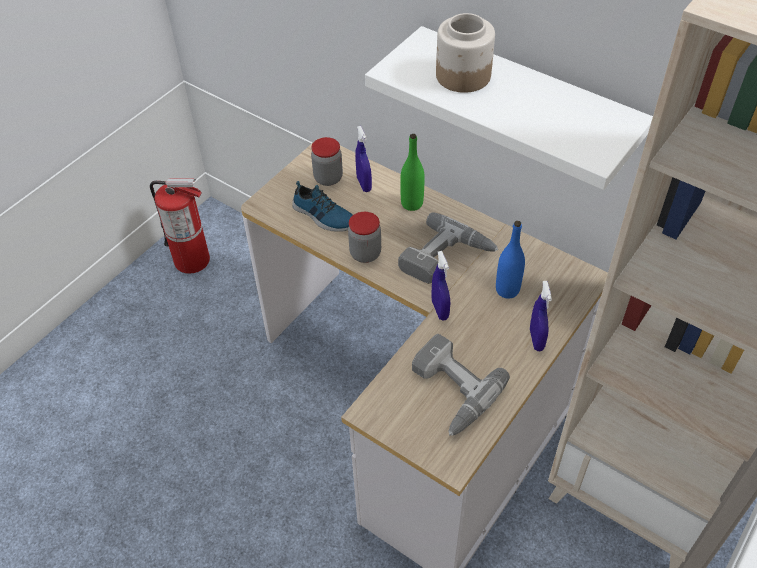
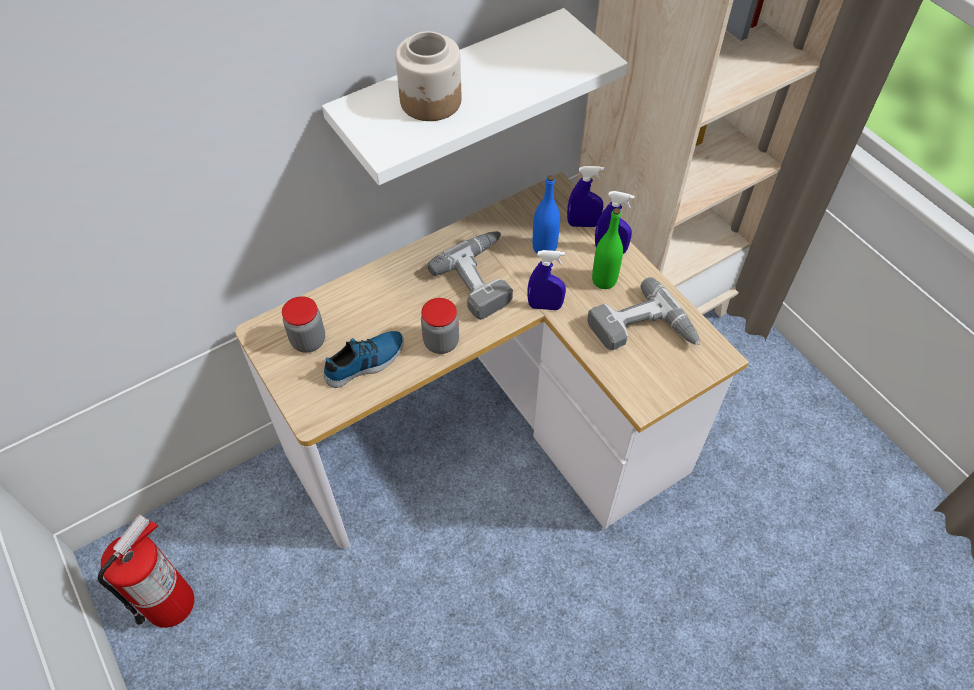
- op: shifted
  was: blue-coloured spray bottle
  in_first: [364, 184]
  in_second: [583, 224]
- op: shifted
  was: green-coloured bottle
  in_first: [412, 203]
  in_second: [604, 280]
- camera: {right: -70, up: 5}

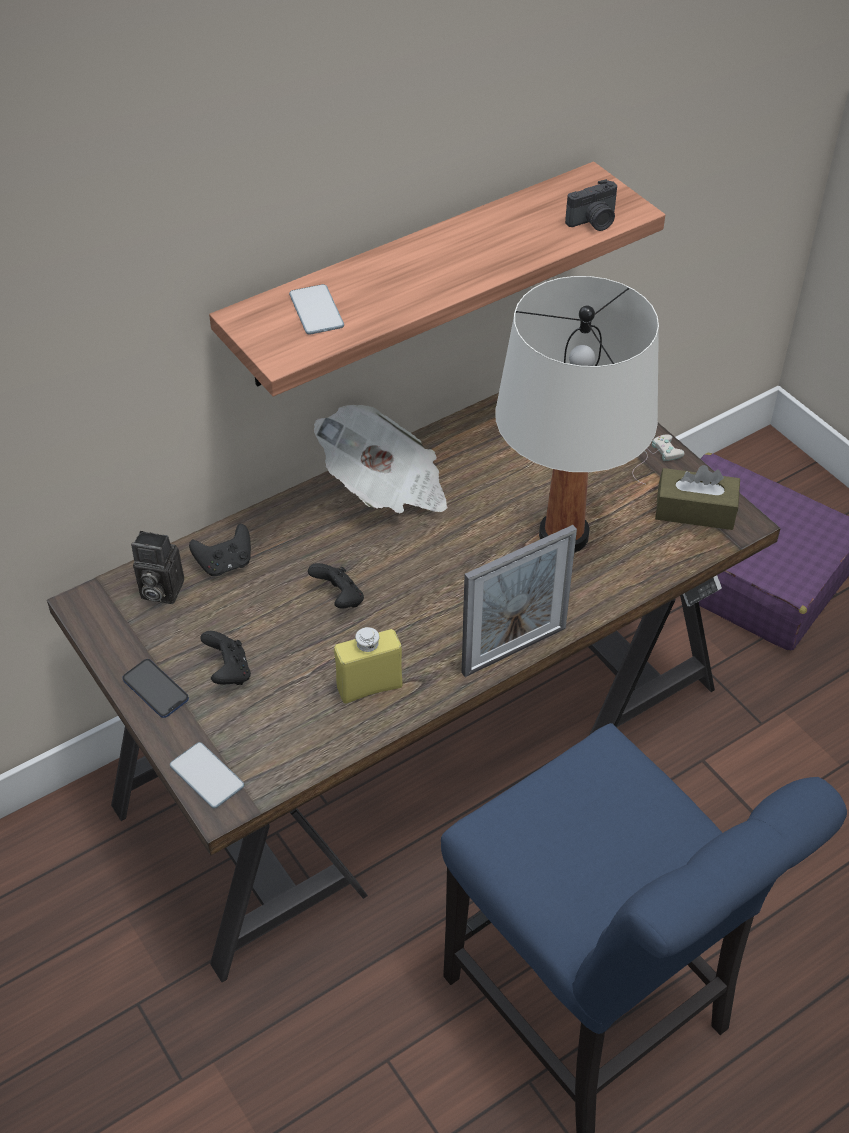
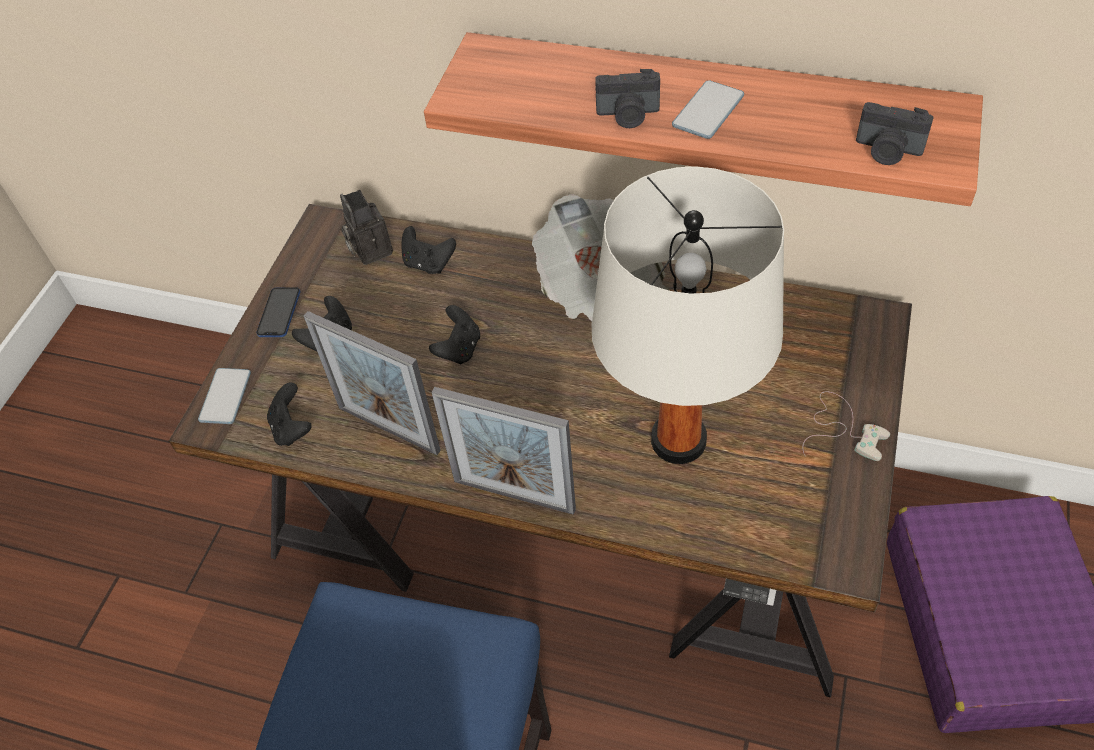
- op: shifted
  was: handset
  in_first: [316, 311]
  in_second: [708, 111]
- op: swapped
  was: yellow bottle
  now: standing frame
  in_first: [369, 687]
  in_second: [389, 429]
- op: gone
  was: brown box of tissues
  in_first: [695, 510]
- op: new
  now: blackish game controller
  in_second: [292, 428]
- op: new
  now: still camera
  in_second: [628, 115]
- camera: {right: 55, up: 5}

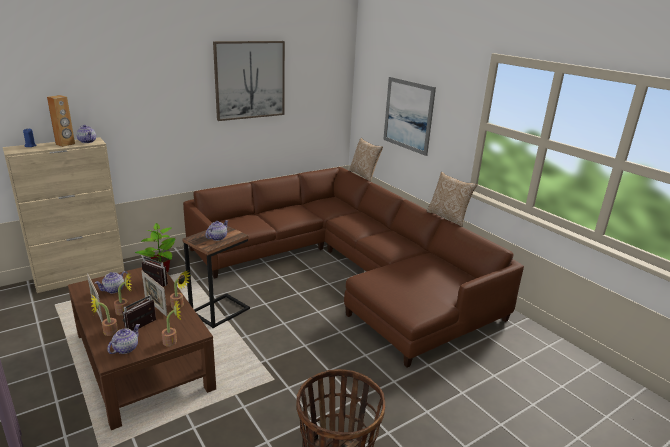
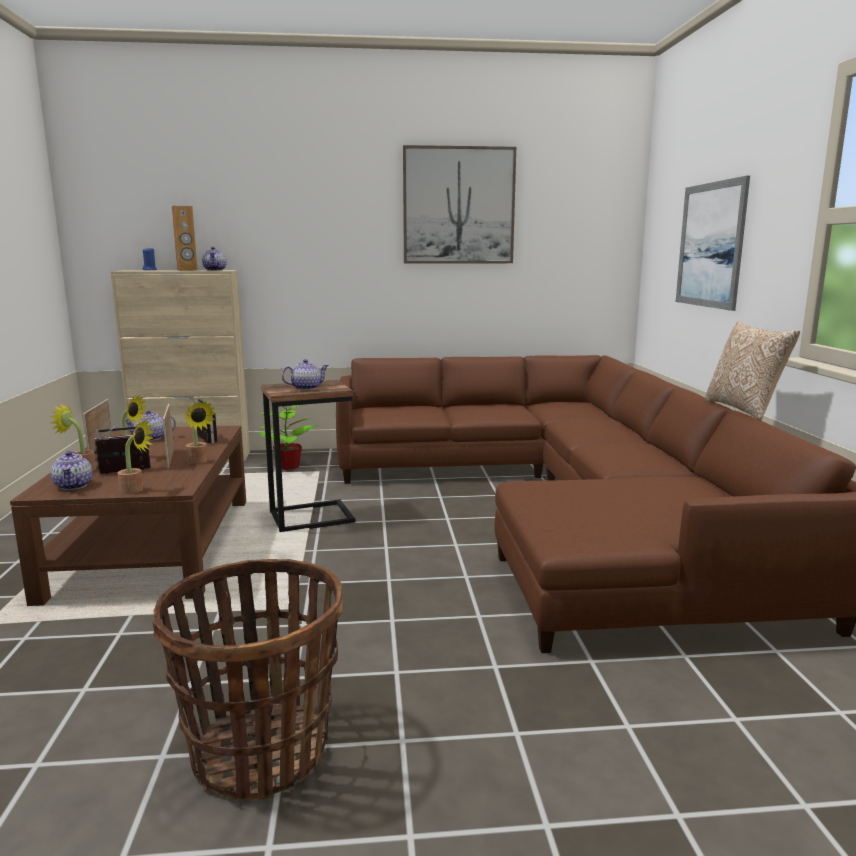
- op: rotated
  was: pot for tea
  in_first: [125, 348]
  in_second: [74, 486]
  clockwise: 105
- op: gone
  was: throw pillow
  in_first: [364, 175]
- camera: {right: 30, up: -10}

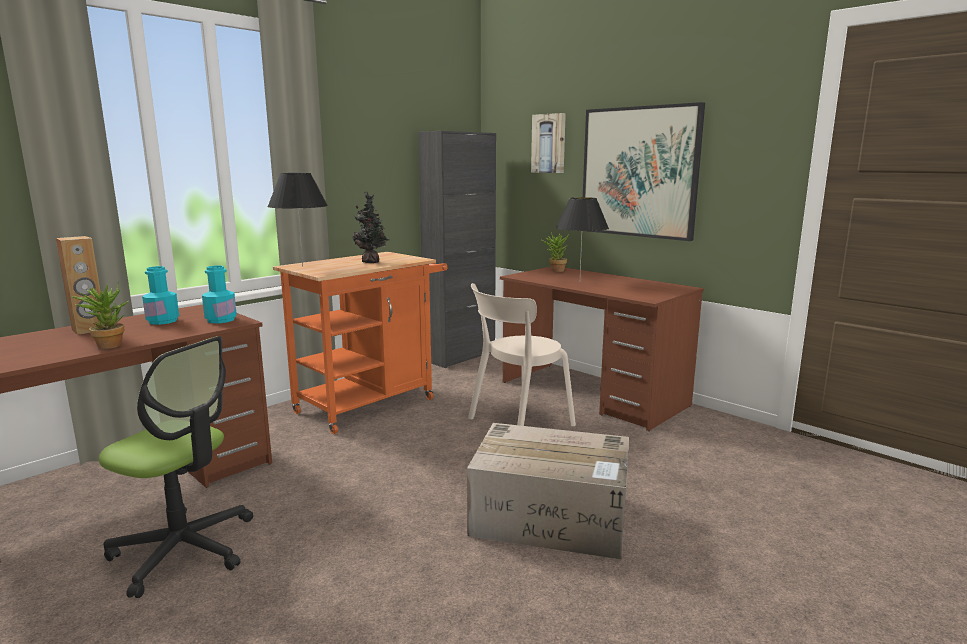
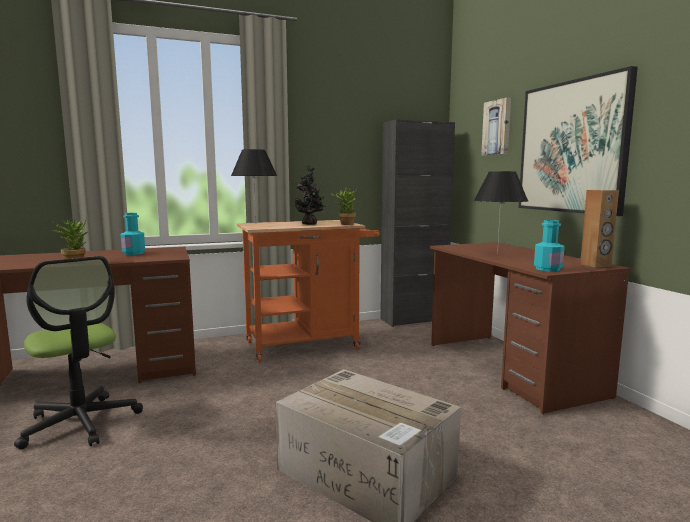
- op: shifted
  was: brown loudspeaker
  in_first: [89, 330]
  in_second: [596, 265]
- op: shifted
  was: blue-green bottle
  in_first: [221, 320]
  in_second: [547, 269]
- op: gone
  was: beige chair
  in_first: [517, 423]
- op: shifted
  was: plant in a pot
  in_first: [554, 270]
  in_second: [344, 224]
- camera: {right: 25, up: -5}

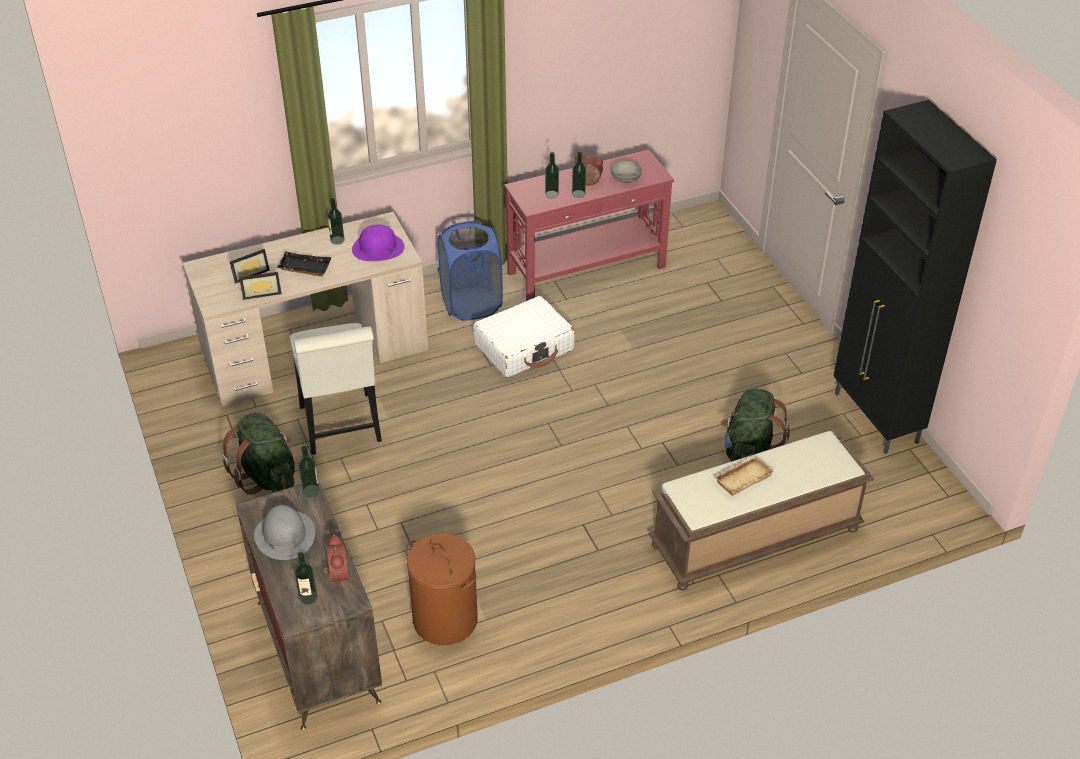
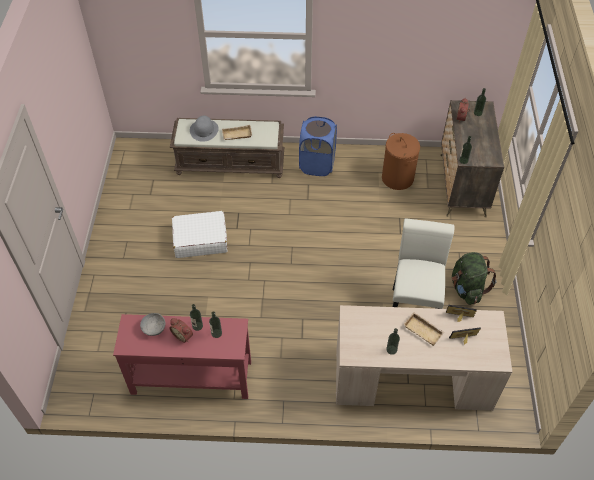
- op: shifted
  was: gray wearable hat
  in_first: [284, 535]
  in_second: [204, 130]
- op: repainted
  was: blackish serving tray
  now: beige serving tray
  in_first: [303, 268]
  in_second: [424, 330]
- op: gone
  was: purple wearable hat
  in_first: [378, 248]
- op: shifted
  was: blue-coloured washing basket
  in_first: [471, 304]
  in_second: [317, 164]
- op: shifted
  was: whitish travel case
  in_first: [524, 347]
  in_second: [200, 240]
- op: gone
  was: green-coloured backpack
  in_first: [749, 453]
- op: gone
  was: blackish storage cabinet
  in_first: [876, 419]
- camera: {right: -155, up: 10}

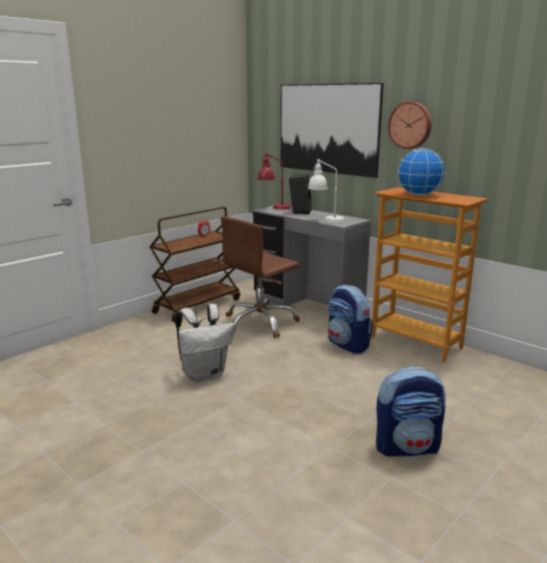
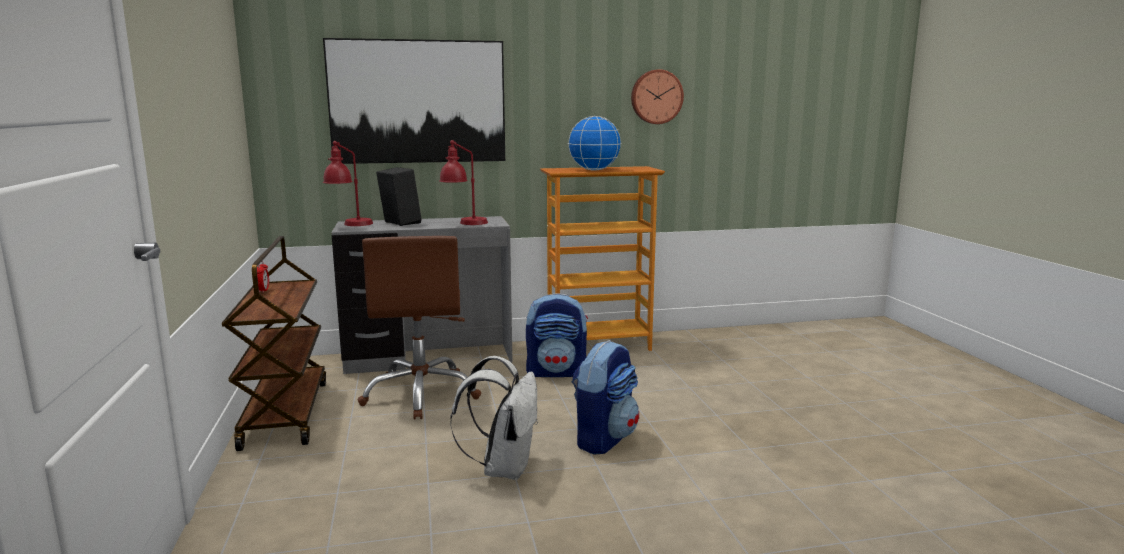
- op: repainted
  was: whitish lamp for a table
  now: reddish lamp for a table
  in_first: [325, 220]
  in_second: [464, 224]
- op: shifted
  was: backpack
  in_first: [407, 447]
  in_second: [603, 438]
- op: shifted
  was: wall clock
  in_first: [410, 125]
  in_second: [656, 97]
- camera: {right: -55, up: -5}

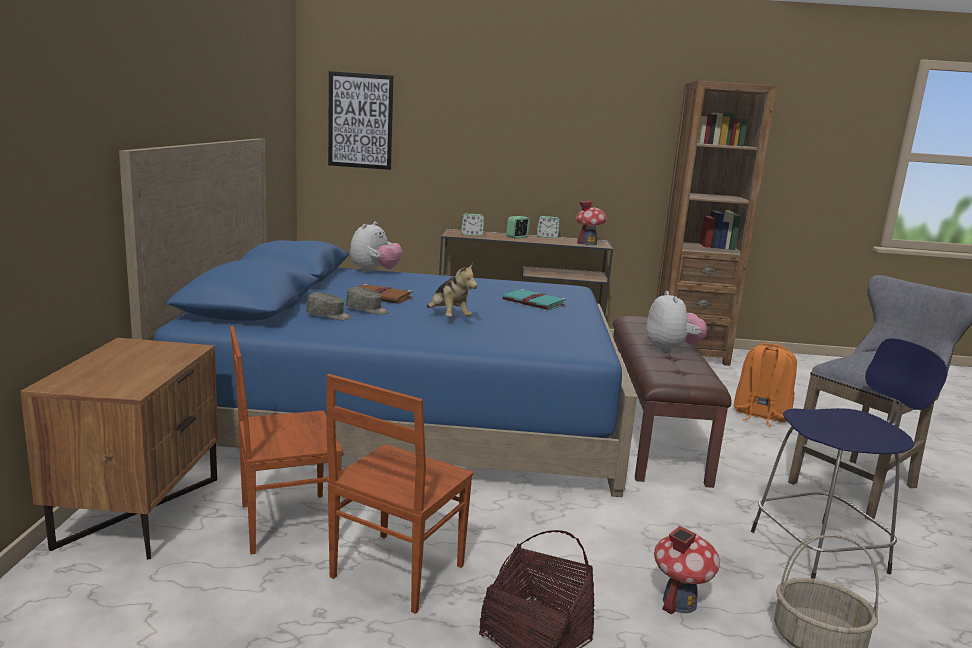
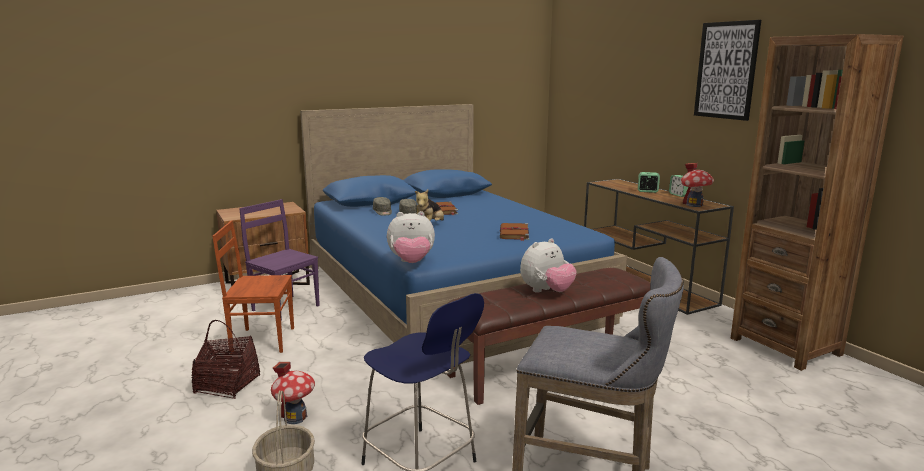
- op: repainted
  was: brown chair
  now: purple chair
  in_first: [286, 521]
  in_second: [286, 307]
- op: shifted
  was: wall art
  in_first: [360, 121]
  in_second: [726, 70]
- op: shifted
  was: soft toy
  in_first: [374, 272]
  in_second: [411, 262]
- op: gone
  was: table clock
  in_first: [471, 234]
- op: repainted
  was: blue-green volume
  now: brown volume
  in_first: [535, 302]
  in_second: [514, 233]
- op: gone
  was: orangey backpack
  in_first: [760, 415]
- camera: {right: 60, up: 0}

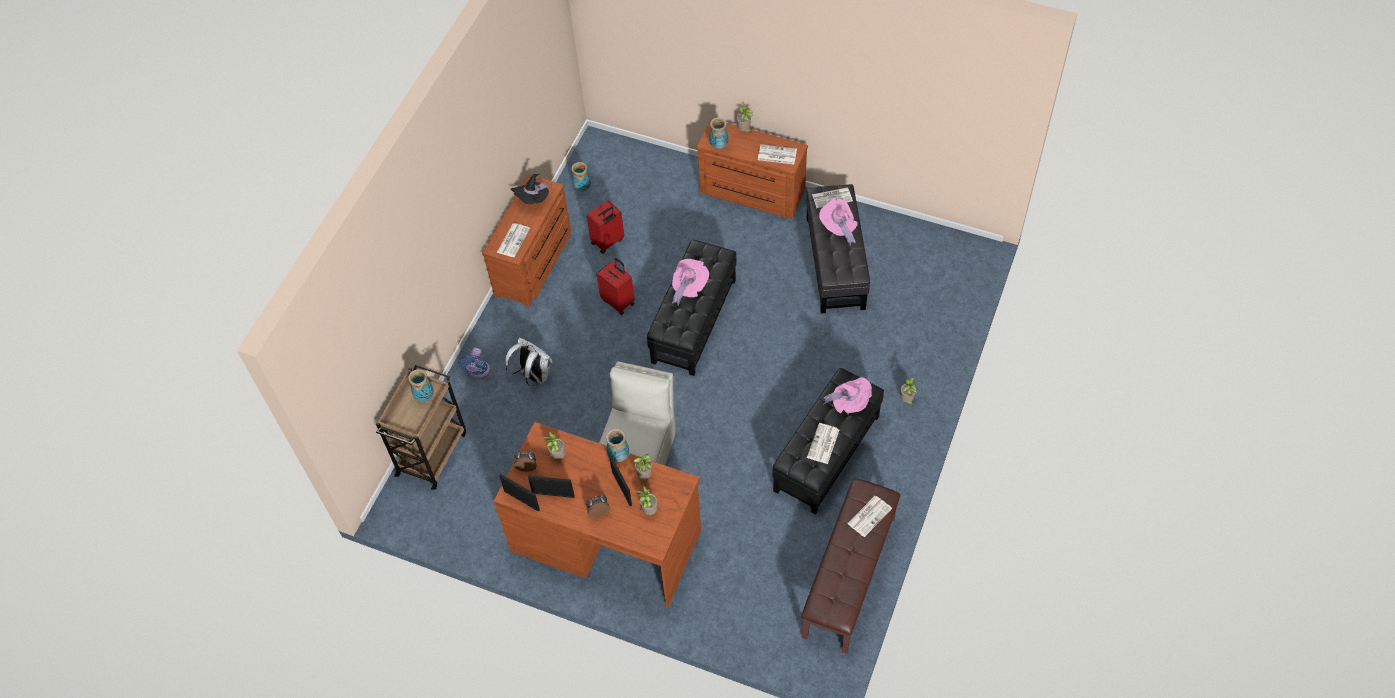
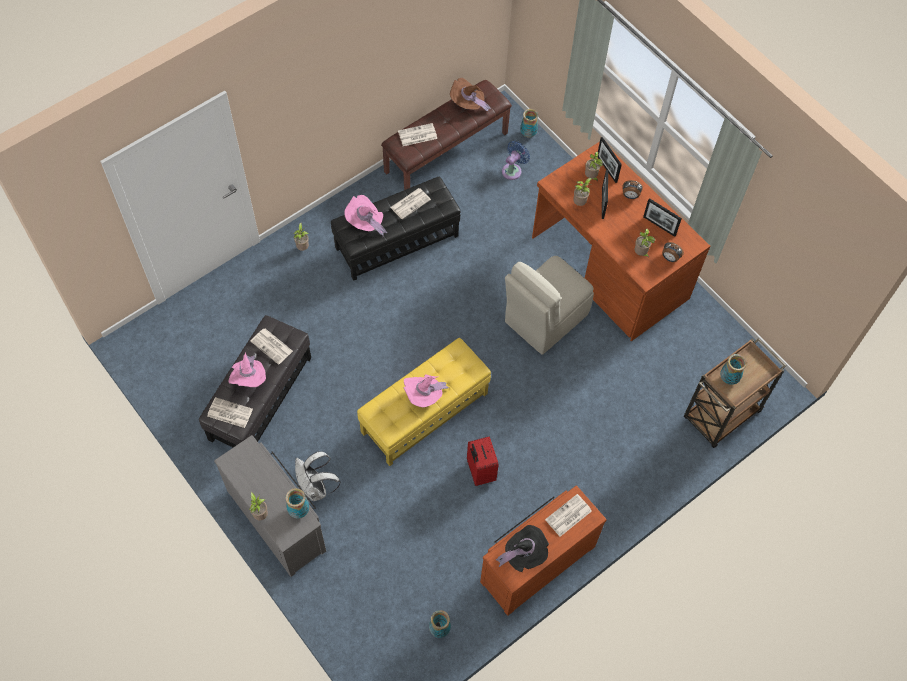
- op: shifted
  was: blue-coloured electric fan
  in_first: [478, 372]
  in_second: [513, 170]
- op: shifted
  was: standing frame
  in_first: [522, 500]
  in_second: [607, 169]
- op: shifted
  was: whitish backpack
  in_first: [533, 375]
  in_second: [316, 488]
- op: gone
  was: reddish travel case
  in_first: [608, 242]
- op: shifted
  was: flower vase
  in_first: [619, 456]
  in_second: [528, 133]
- op: repainted
  was: blackish footrest
  now: yellow footrest
  in_first: [693, 321]
  in_second: [425, 413]
- op: repainted
  was: brown drawer chest
  now: gray drawer chest
  in_first: [751, 193]
  in_second: [278, 518]
- op: shifted
  was: newspaper
  in_first: [776, 155]
  in_second: [272, 346]
- op: new
  now: brown wearable hat
  in_second: [468, 104]
- camera: {right: -155, up: 5}

